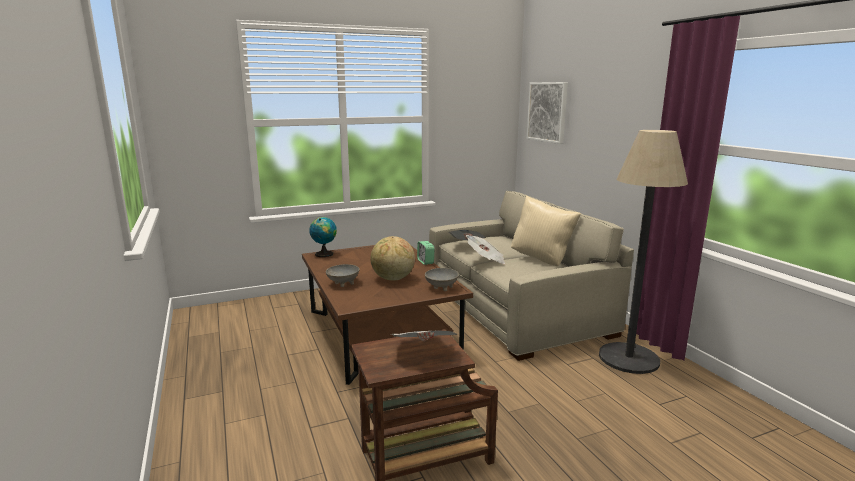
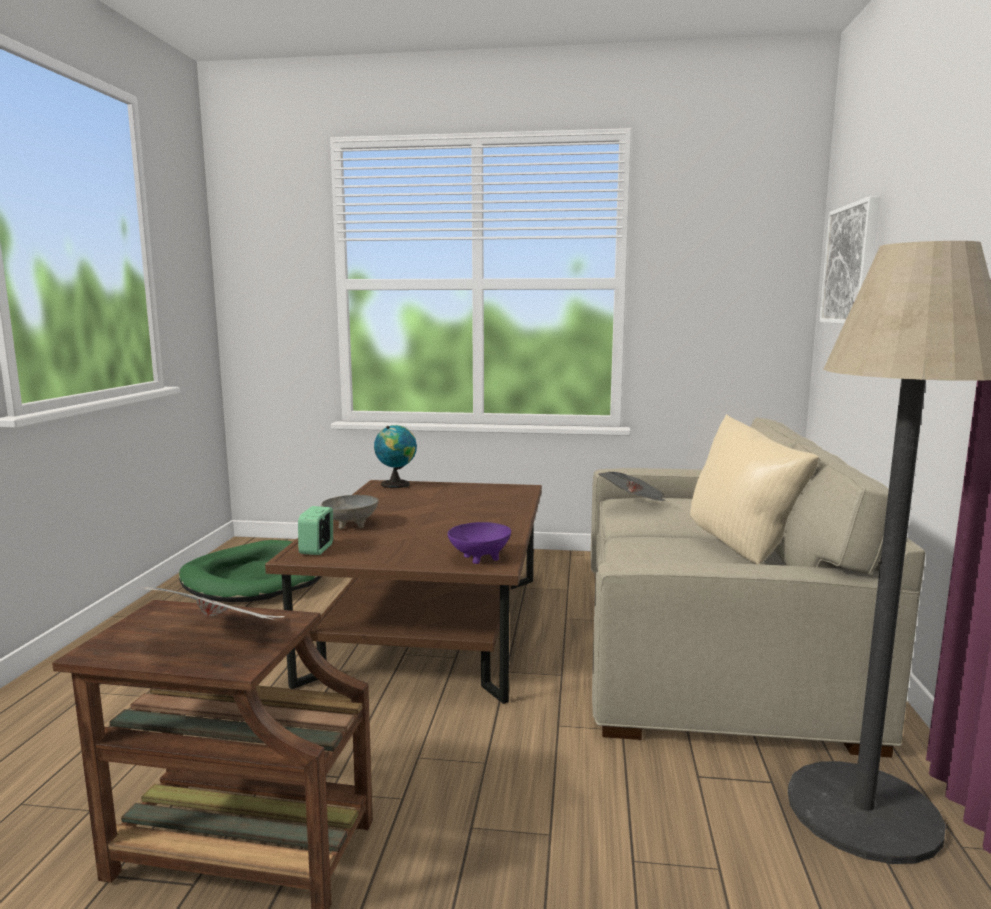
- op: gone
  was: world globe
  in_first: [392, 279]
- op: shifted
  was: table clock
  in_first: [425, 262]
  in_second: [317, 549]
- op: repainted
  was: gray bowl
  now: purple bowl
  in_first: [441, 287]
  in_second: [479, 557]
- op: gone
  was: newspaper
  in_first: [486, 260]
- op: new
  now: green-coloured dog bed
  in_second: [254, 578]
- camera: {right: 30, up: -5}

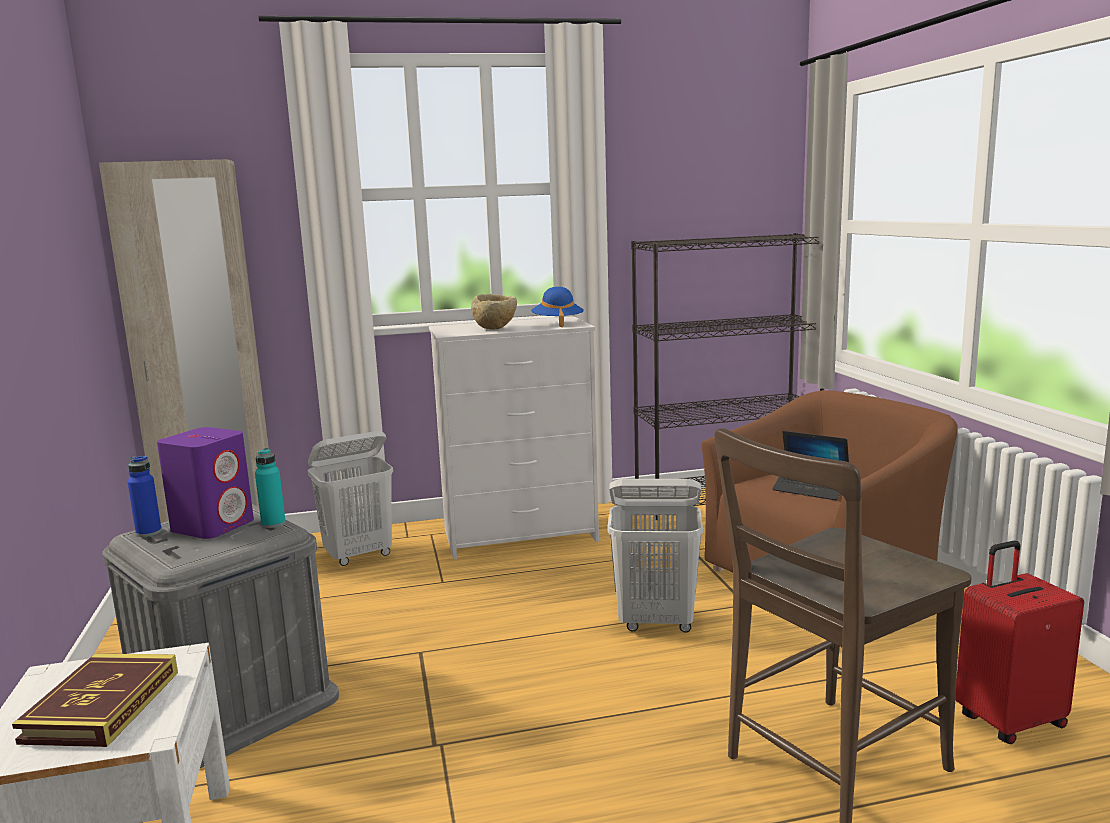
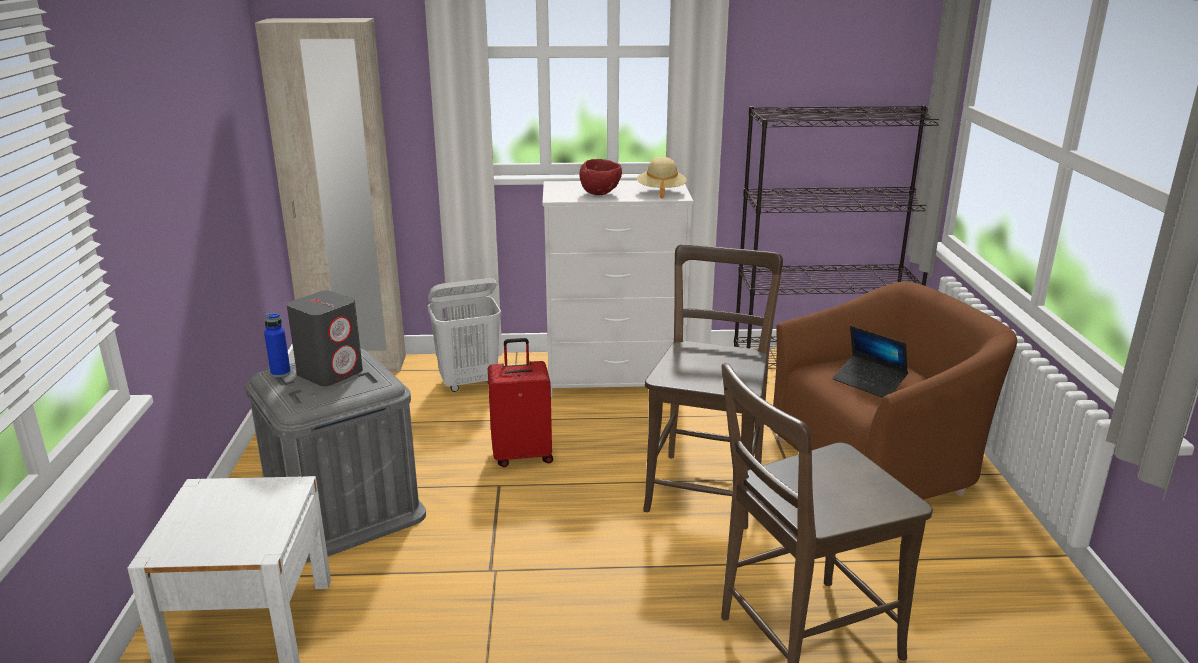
- op: gone
  was: volume
  in_first: [102, 706]
- op: repainted
  was: purple loudspeaker
  now: gray loudspeaker
  in_first: [213, 526]
  in_second: [330, 372]
- op: gone
  was: blue-green bottle
  in_first: [273, 524]
- op: repainted
  was: beige bowl
  now: reddish bowl
  in_first: [496, 328]
  in_second: [601, 194]
- op: repainted
  was: blue-coloured wearable hat
  now: beige wearable hat
  in_first: [557, 323]
  in_second: [661, 191]
- op: swapped
  was: whitish washing basket
  now: brown chair
  in_first: [656, 622]
  in_second: [706, 485]
- op: shifted
  was: reddish travel case
  in_first: [1009, 720]
  in_second: [522, 455]
- camera: {right: 10, up: 10}

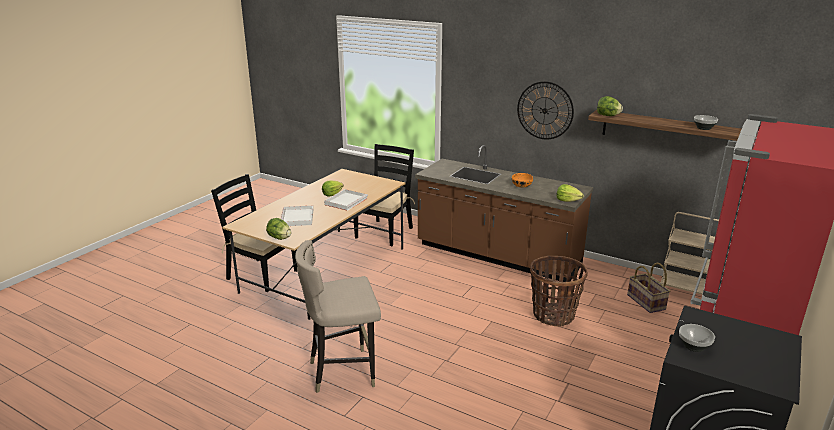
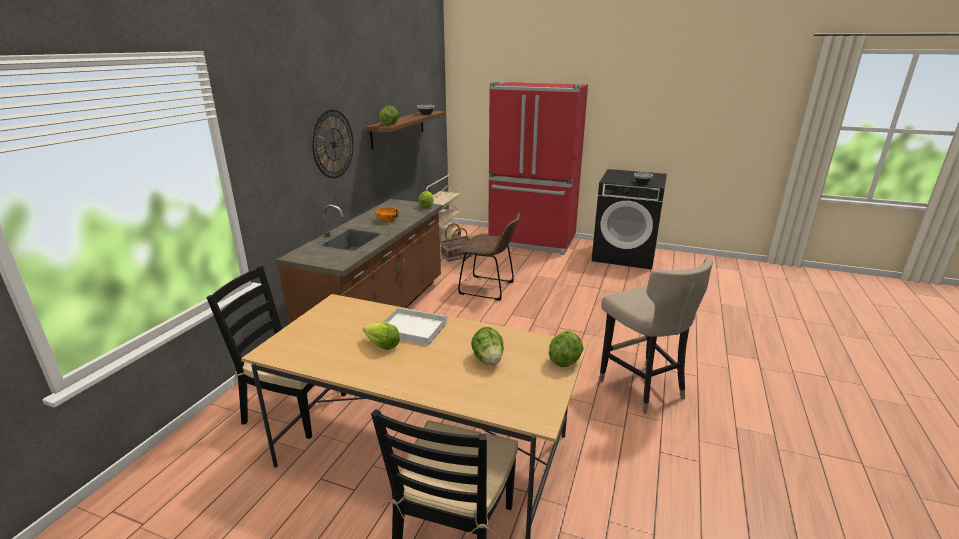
- op: swapped
  was: whitish serving tray
  now: lettuce head
  in_first: [298, 218]
  in_second: [488, 359]
- op: swapped
  was: household basket
  now: brown chair
  in_first: [553, 315]
  in_second: [489, 288]
- camera: {right: -100, up: 0}

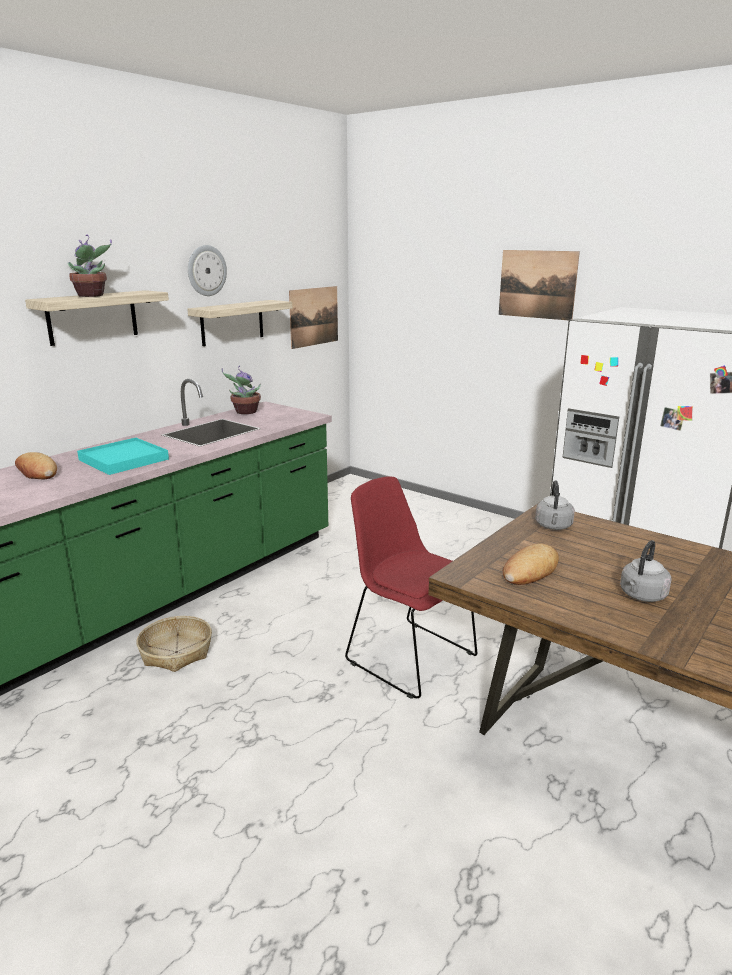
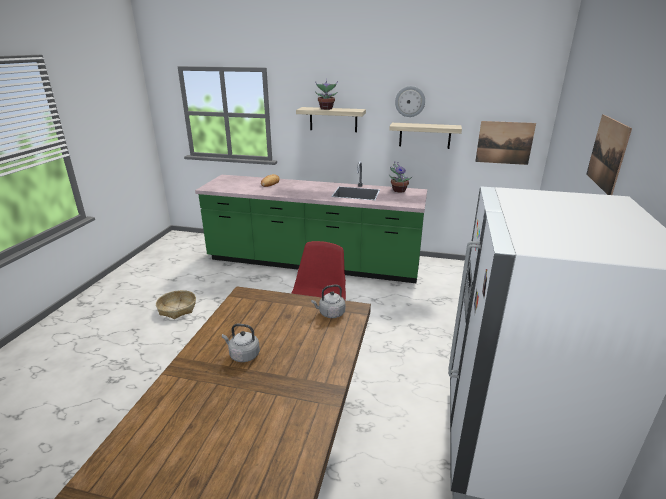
- op: gone
  was: blue-green serving tray
  in_first: [124, 459]
- op: shifted
  was: household basket
  in_first: [176, 652]
  in_second: [177, 309]
- op: gone
  was: bread
  in_first: [530, 570]
- camera: {right: 65, up: 5}

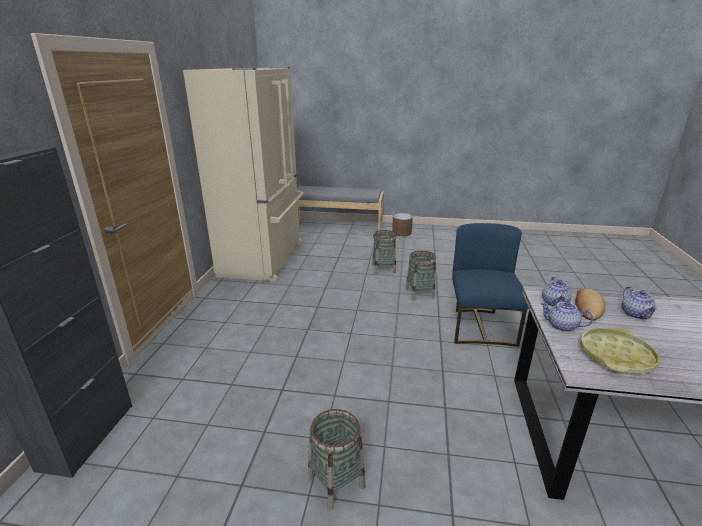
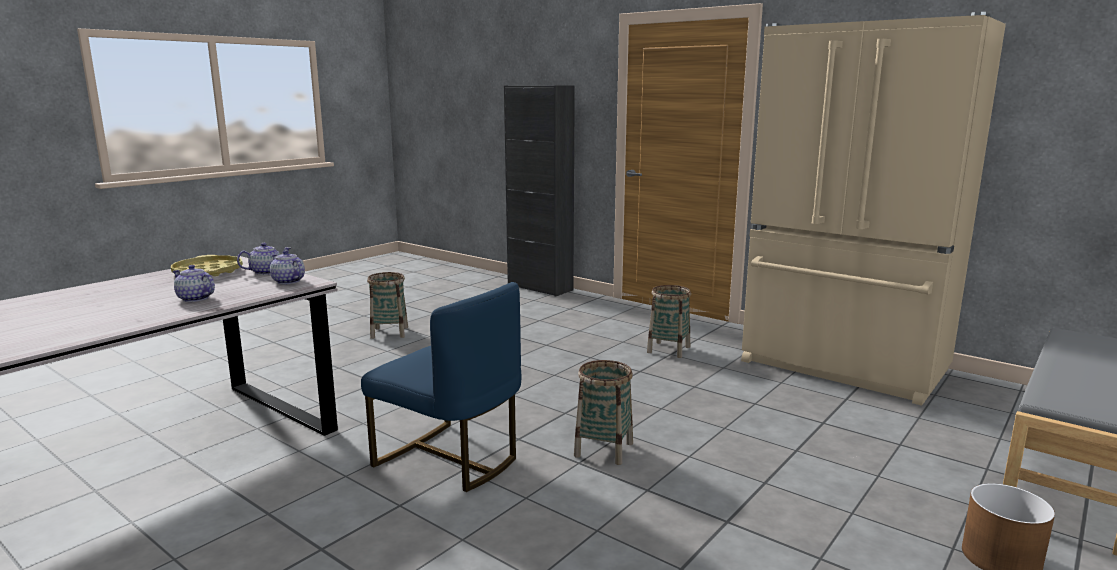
- op: shifted
  was: household basket
  in_first: [383, 268]
  in_second: [668, 350]
- op: gone
  was: bread
  in_first: [587, 308]
- camera: {right: 120, up: -10}

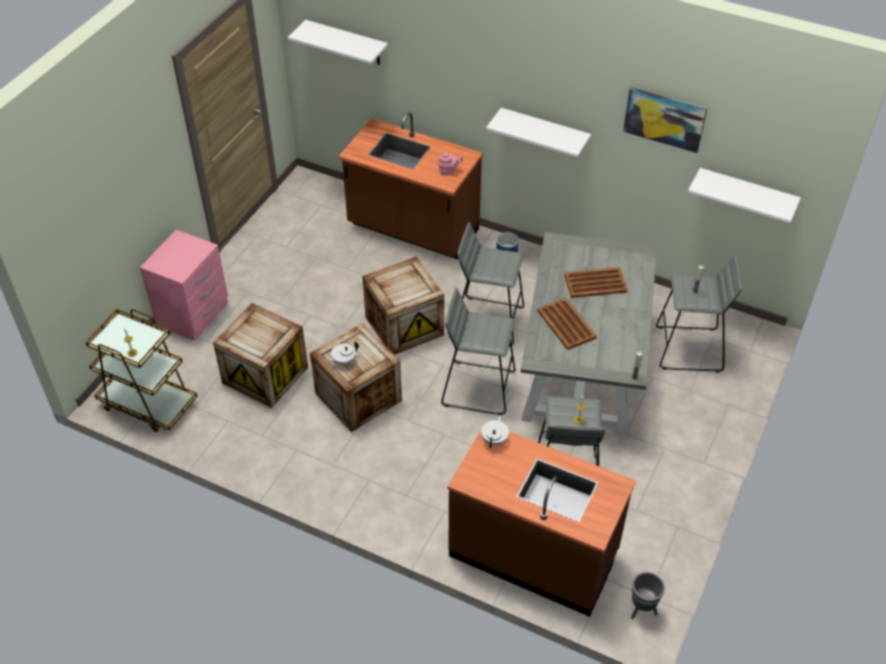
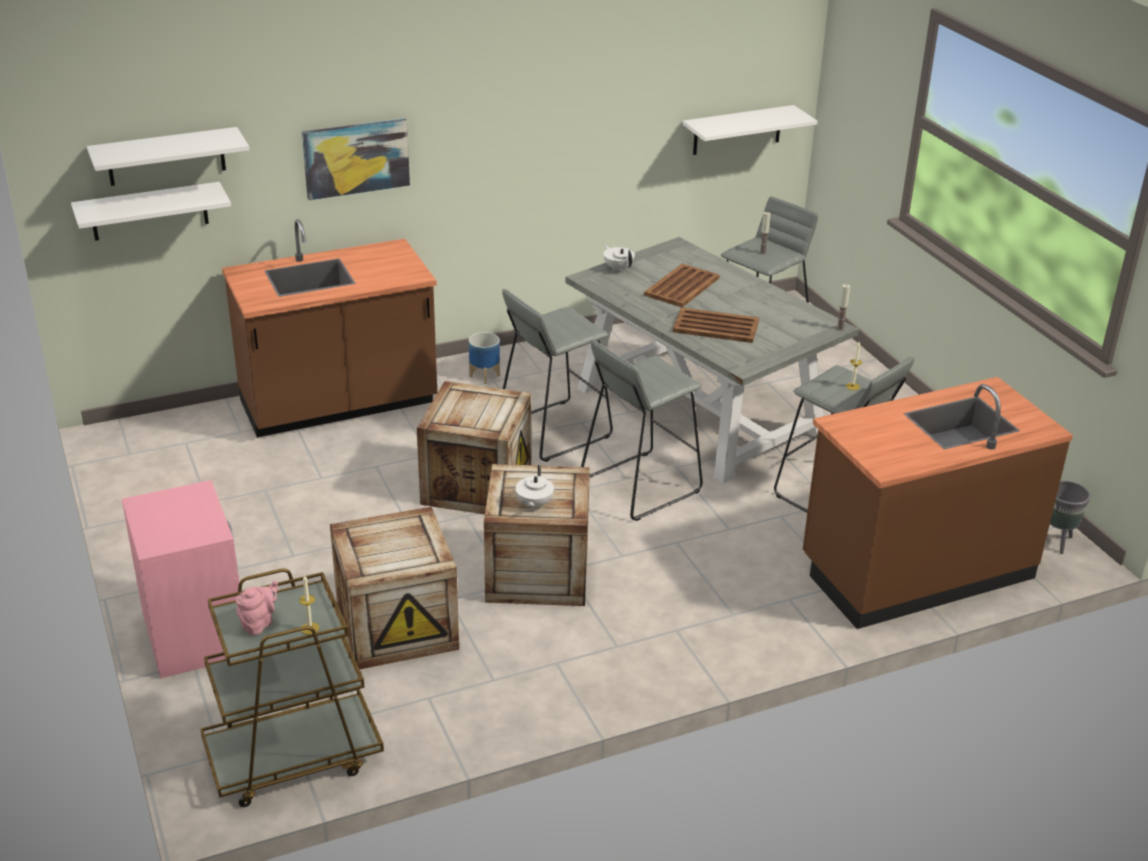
- op: shifted
  was: pinkish pot for tea
  in_first: [449, 171]
  in_second: [259, 623]
- op: shifted
  was: whitish pot for tea
  in_first: [495, 439]
  in_second: [618, 268]
- op: shifted
  was: whitish wall shelf
  in_first: [544, 132]
  in_second: [149, 211]
- op: shifted
  was: wall art
  in_first: [664, 119]
  in_second: [356, 158]
- camera: {right: -50, up: -15}

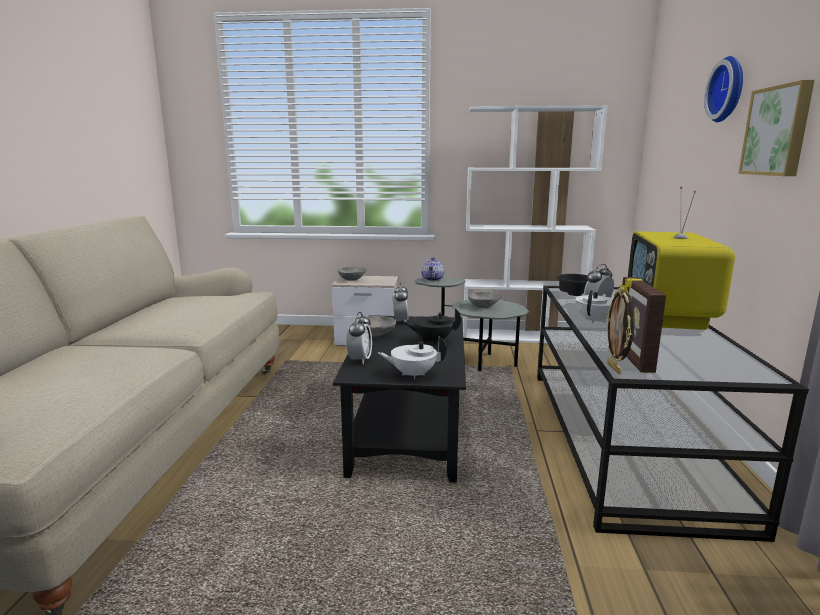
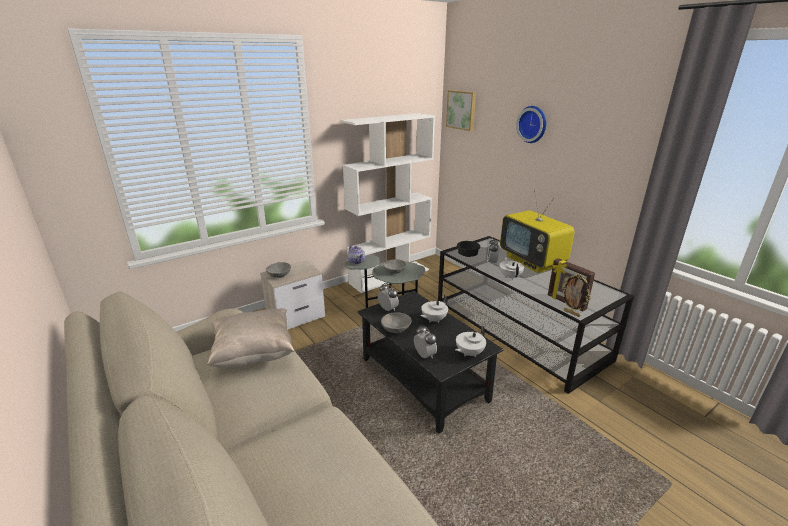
- op: repainted
  was: blackish pot for tea
  now: whitish pot for tea
  in_first: [432, 341]
  in_second: [433, 320]
- op: shifted
  was: wall art
  in_first: [778, 131]
  in_second: [462, 110]
- op: new
  now: beige throw pillow
  in_second: [254, 354]
- camera: {right: -40, up: 10}

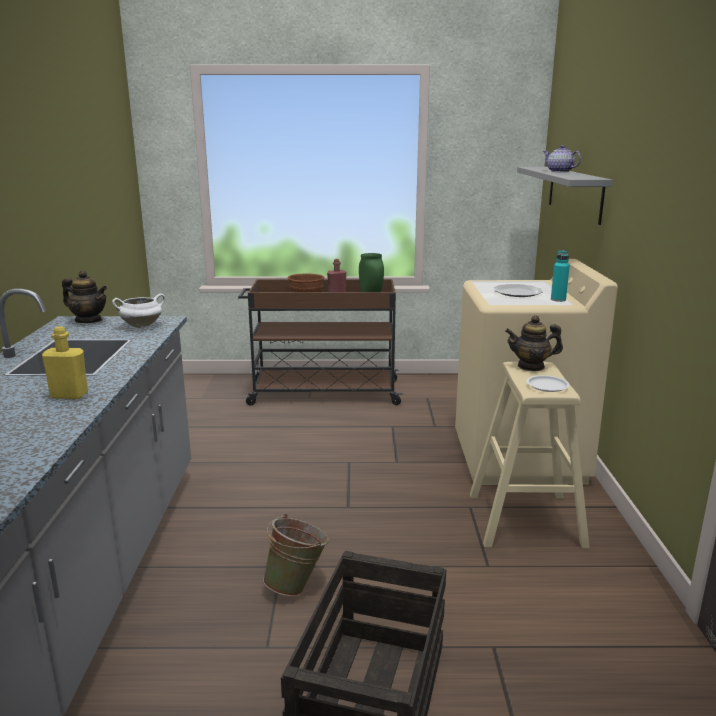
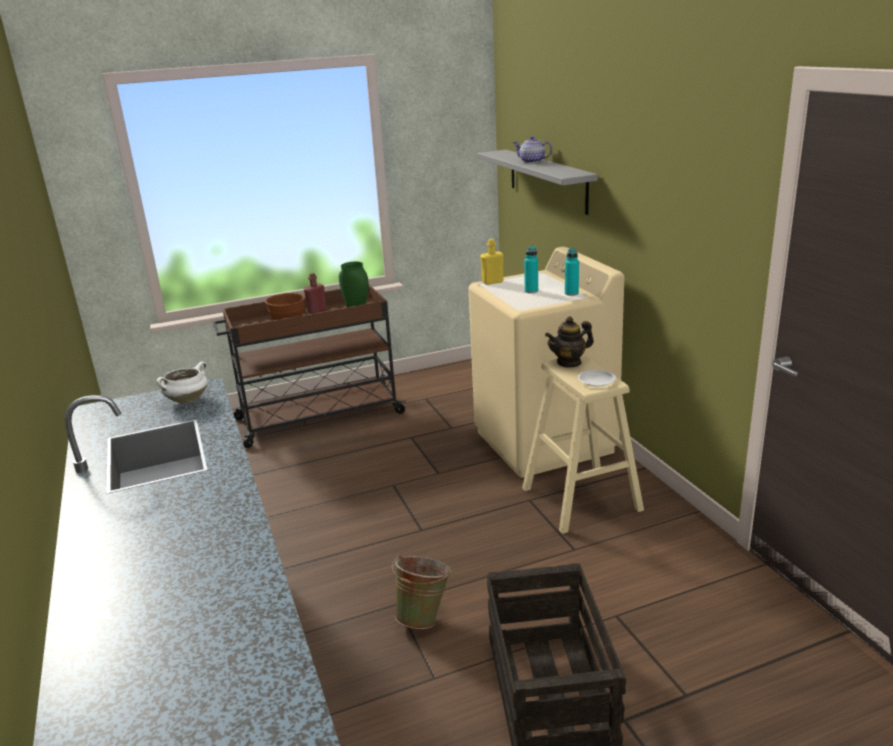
- op: shifted
  was: yellow bottle
  in_first: [69, 395]
  in_second: [492, 282]
- op: gone
  was: pot for tea
  in_first: [89, 320]
- op: swapped
  was: plate
  now: blue-green bottle
  in_first: [518, 293]
  in_second: [531, 291]
- camera: {right: -20, up: 5}

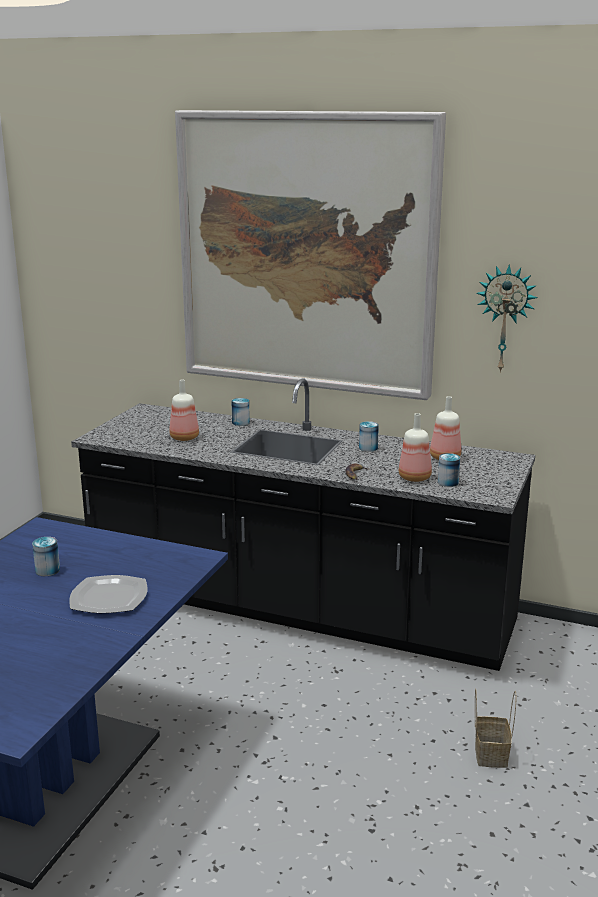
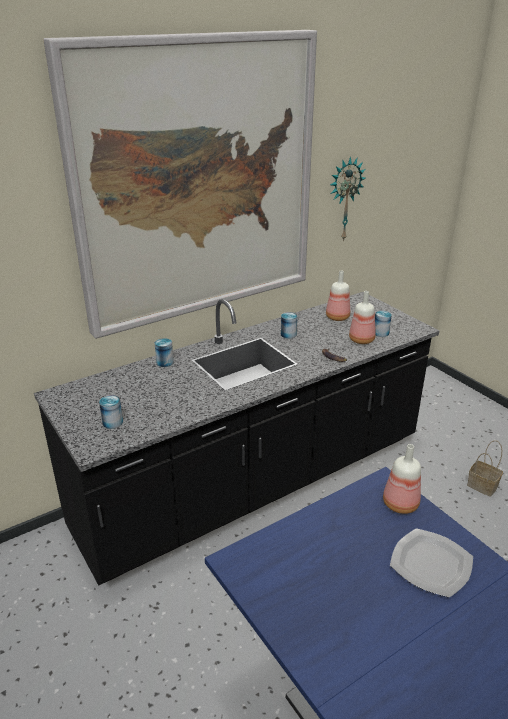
- op: shifted
  was: can
  in_first: [47, 570]
  in_second: [112, 422]
- op: shifted
  was: bottle
  in_first: [183, 437]
  in_second: [399, 504]
- camera: {right: -55, up: 10}

